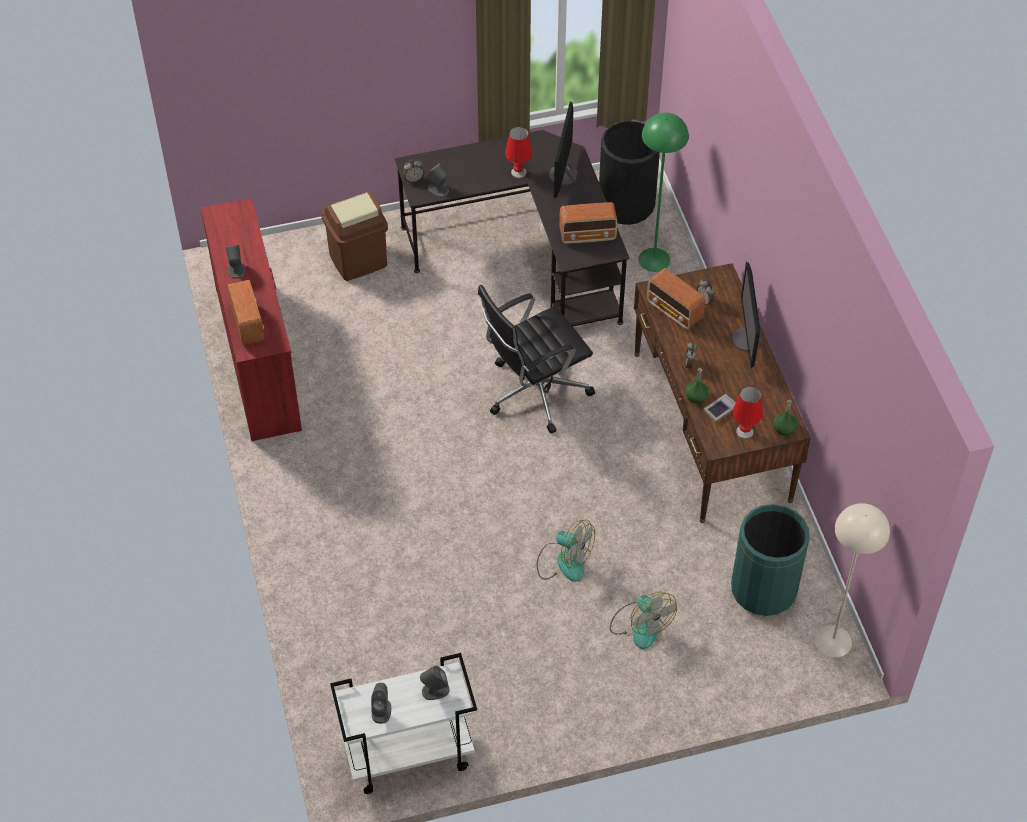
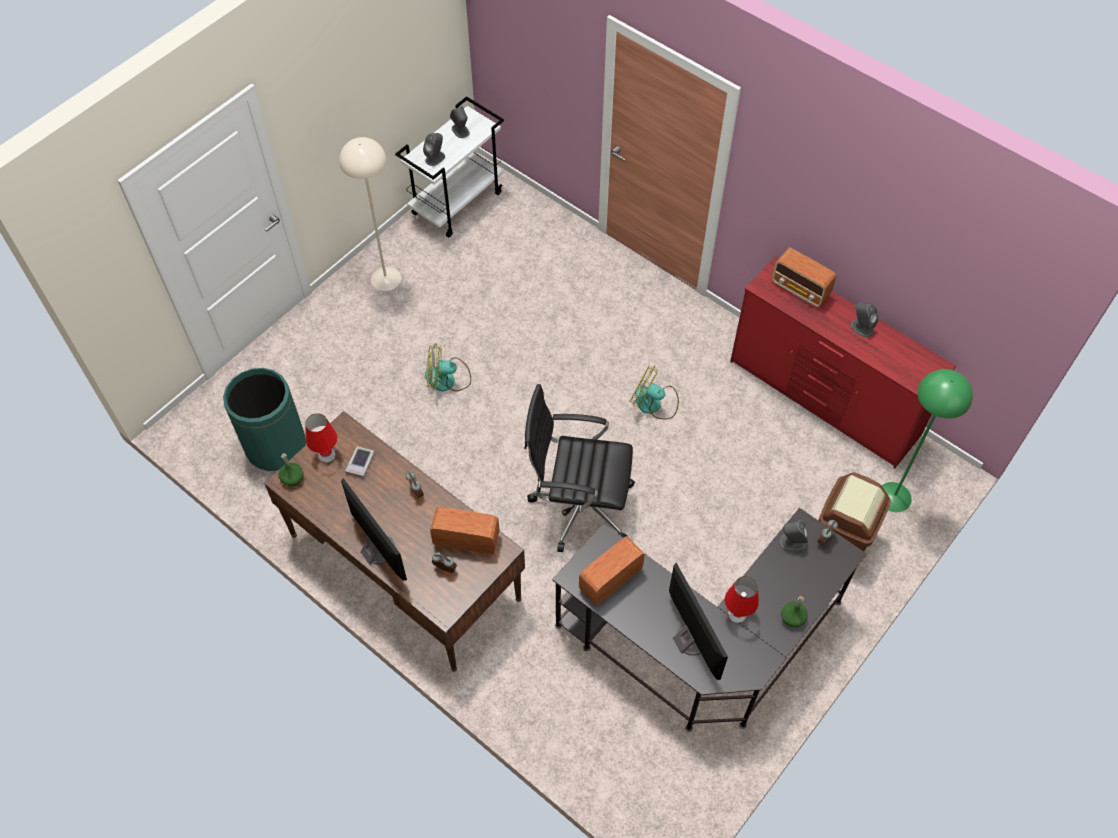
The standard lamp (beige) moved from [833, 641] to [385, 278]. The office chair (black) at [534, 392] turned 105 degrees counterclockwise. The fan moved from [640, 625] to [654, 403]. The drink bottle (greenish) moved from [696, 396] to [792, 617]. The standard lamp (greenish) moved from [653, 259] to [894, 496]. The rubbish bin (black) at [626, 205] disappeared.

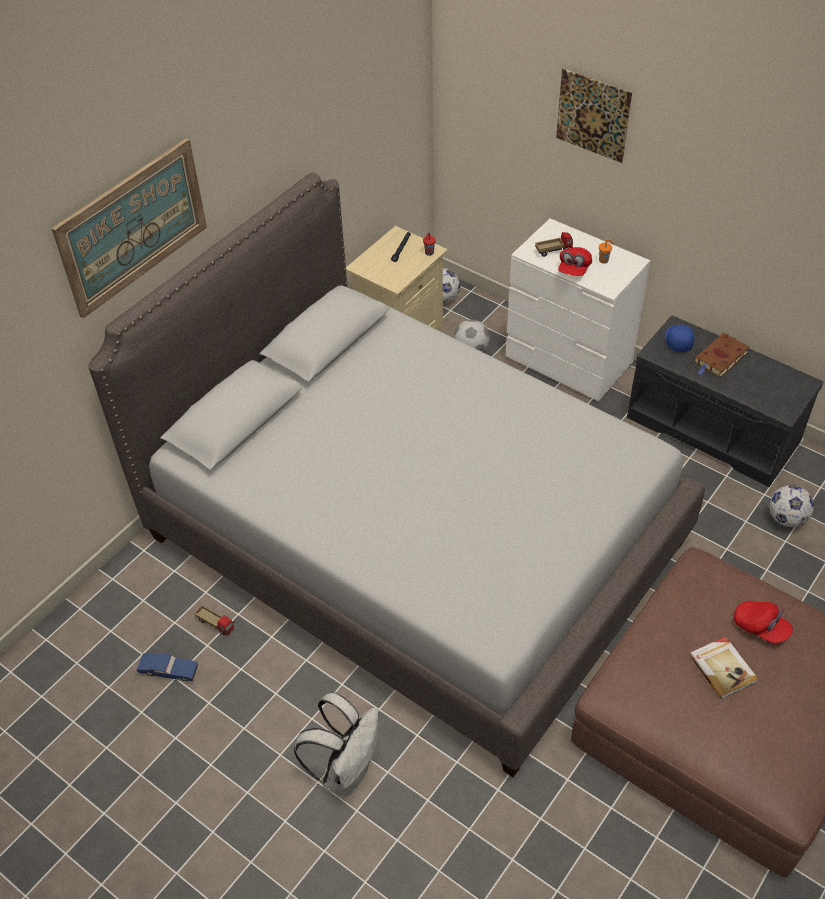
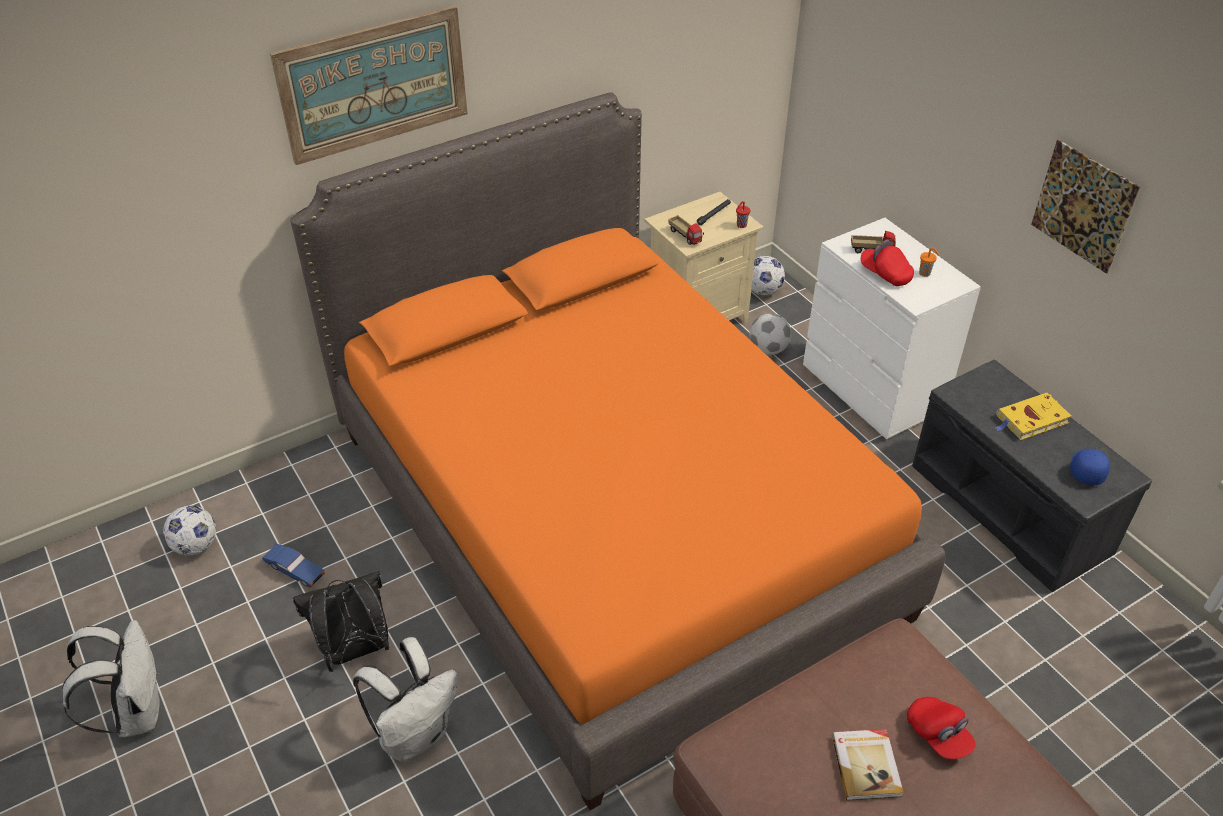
The rucksack (white) at [136, 712] appeared. The football ball moved from [786, 519] to [195, 546]. The bed (gray) at [415, 539] became the bed (orangey) at [611, 521]. The rucksack (black) at [355, 651] appeared. The toy truck moved from [216, 624] to [685, 236]. The peaked cap (red-coloured) at [574, 269] turned 90 degrees clockwise. The book (brown-coloured) at [720, 358] became the book (yellow-coloured) at [1030, 420]. The picture moved from [593, 115] to [1083, 206]. The peaked cap (bluish) moved from [677, 340] to [1086, 469].

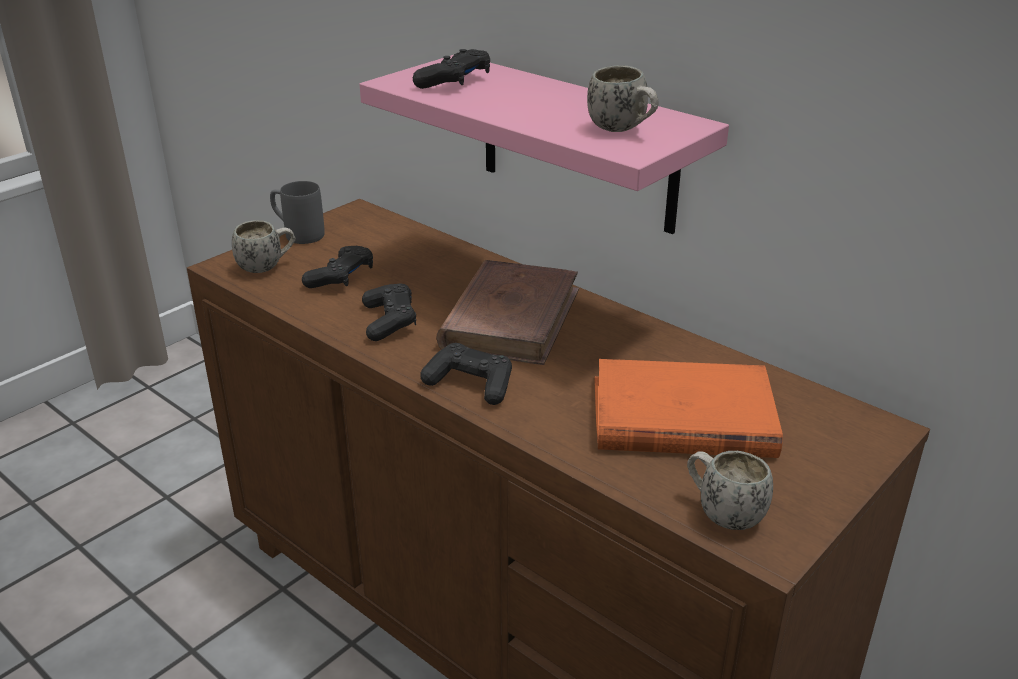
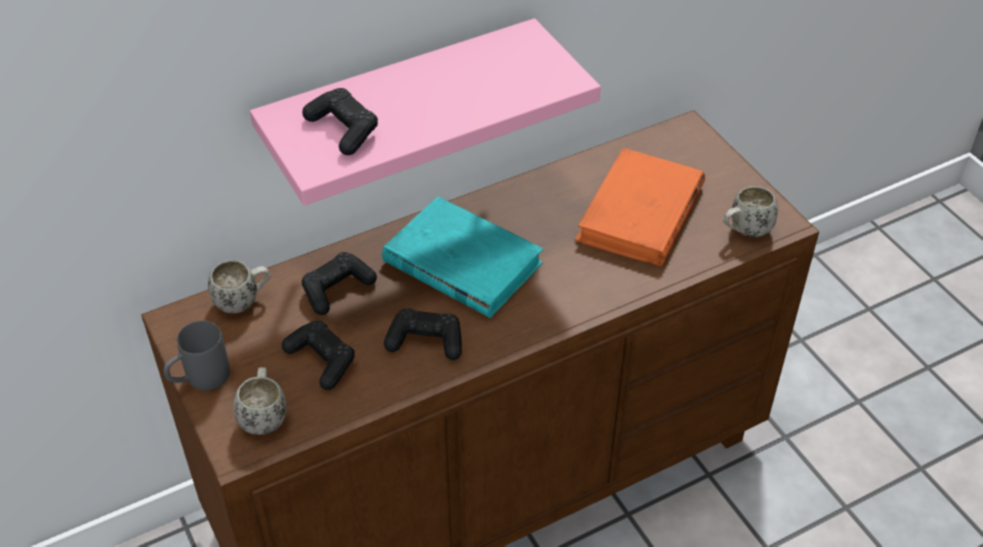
The coffee mug (white) moved from [623, 130] to [243, 301]. The gamepad (black) moved from [470, 384] to [337, 289]. The book (brown-coloured) at [511, 318] became the book (turquoise) at [461, 262].

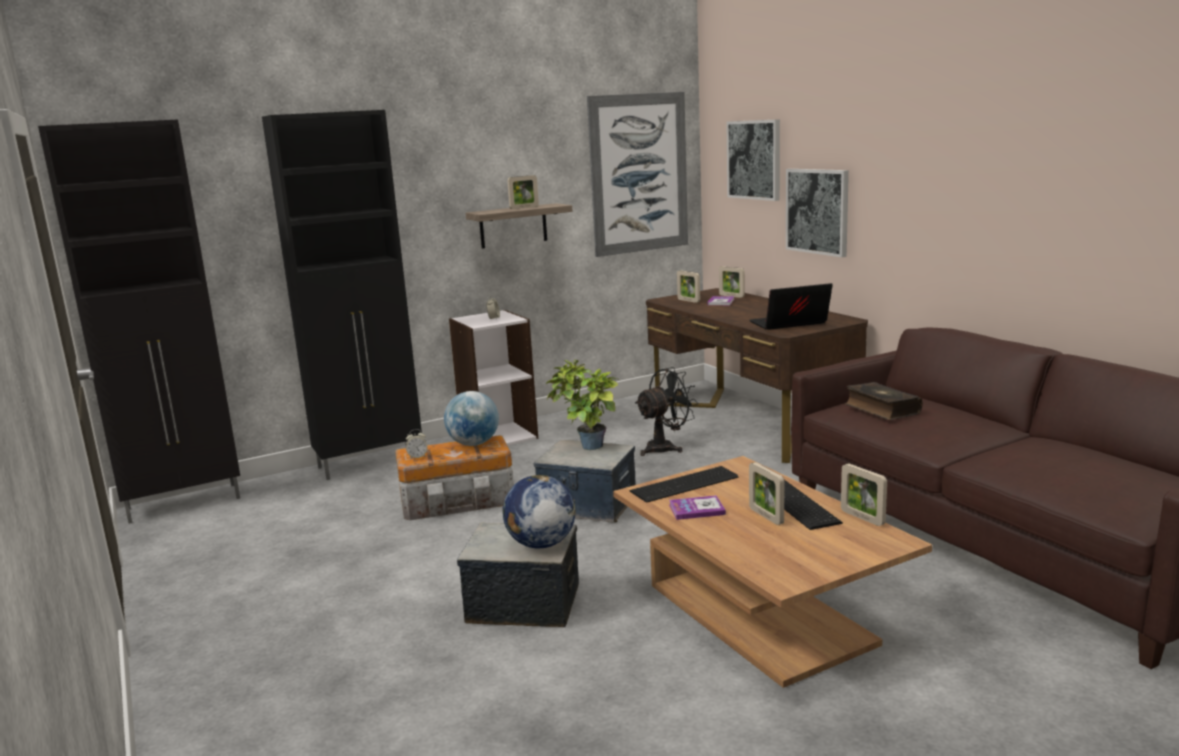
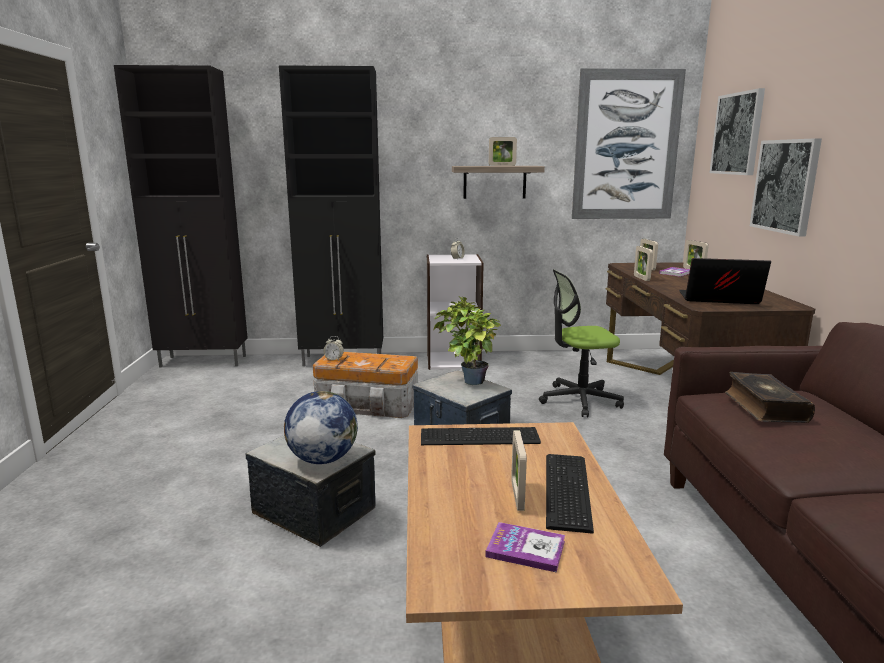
The book moved from [696, 509] to [525, 549]. The fan (black) at [665, 447] was replaced by the office chair at [579, 400]. The photo frame moved from [862, 518] to [641, 278]. The desk globe at [473, 444] disappeared.

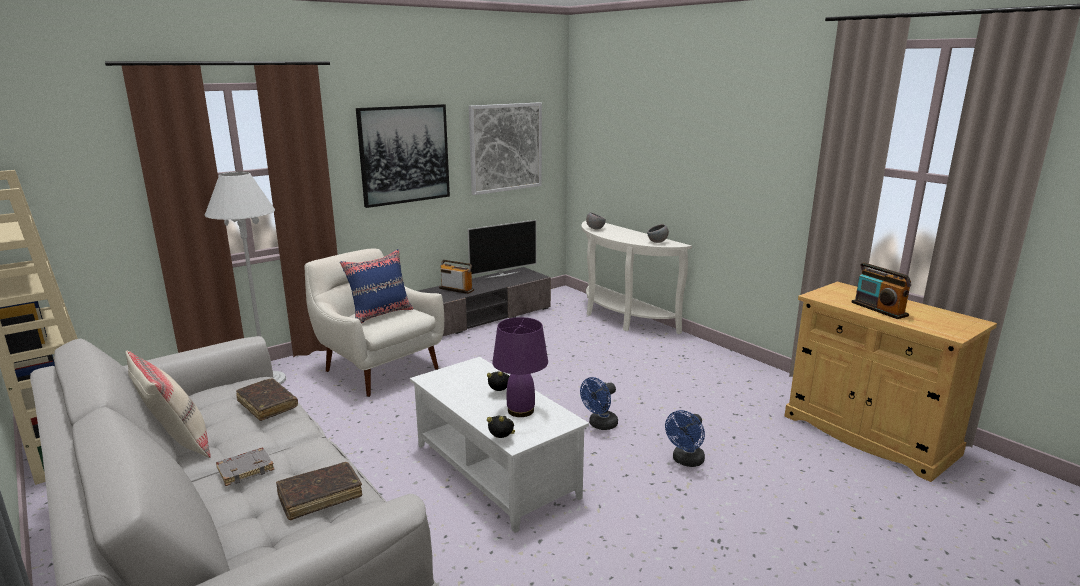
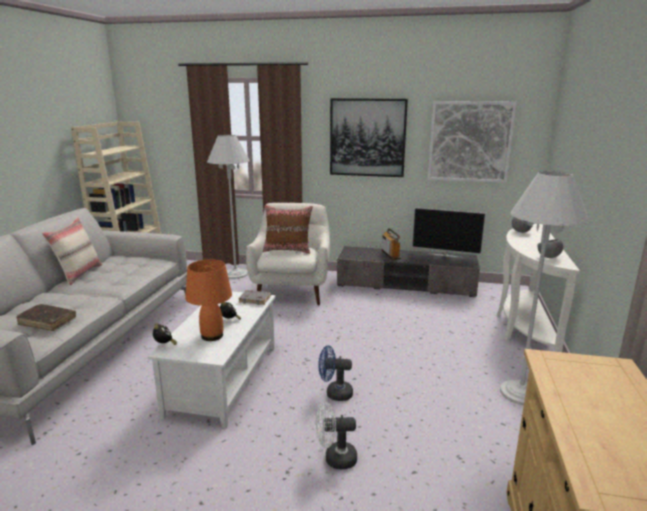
The tabletop lamp (purple) at [520, 411] became the tabletop lamp (orangey) at [211, 336]. The book (gray) moved from [246, 469] to [255, 299]. The pillow (bluish) at [380, 314] became the pillow (brown-coloured) at [288, 250]. The fan (bluish) at [686, 461] became the fan (white) at [335, 459]. The standard lamp (white) at [520, 393] appeared. The book (brown-coloured) at [267, 405] disappeared. The radio set at [879, 309] disappeared.

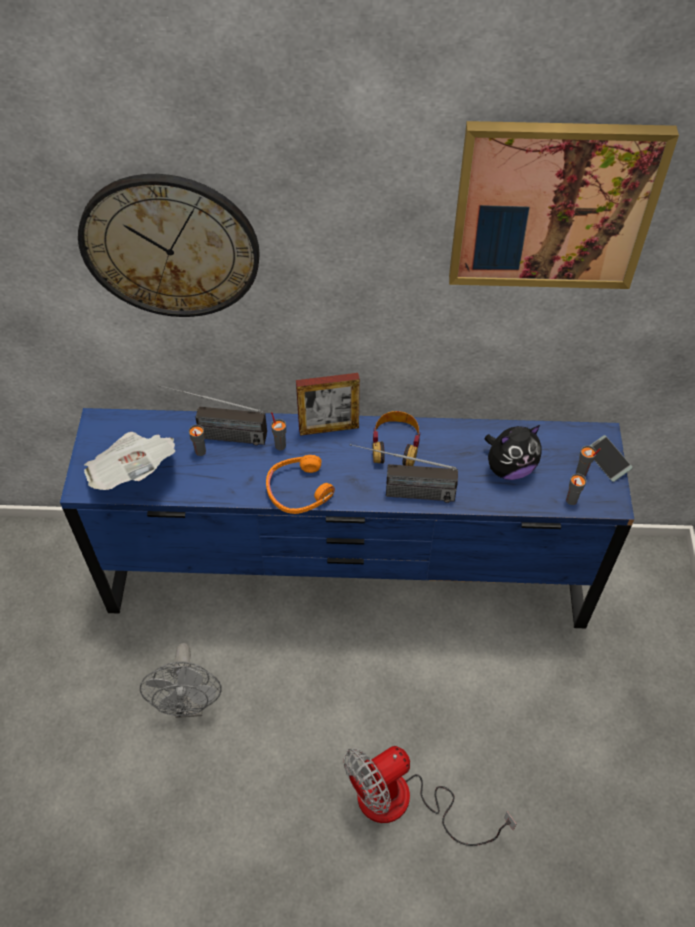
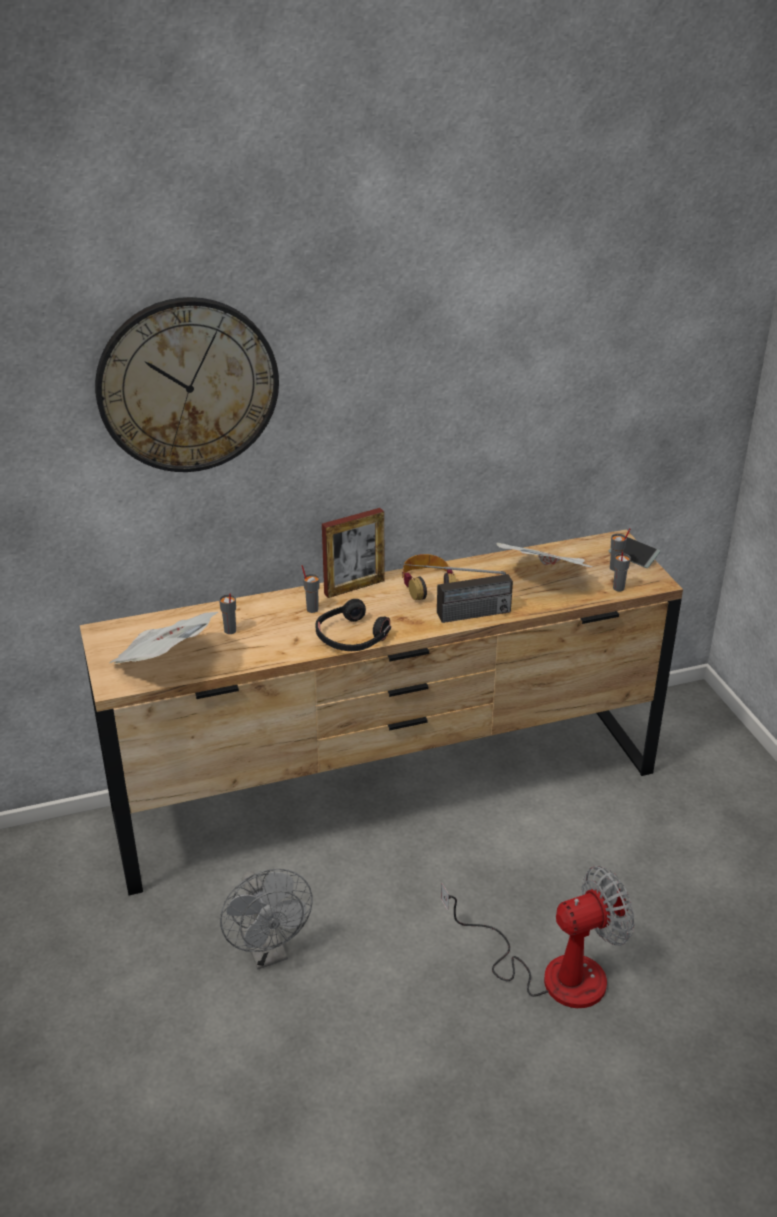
The chest of drawers (bluish) at [347, 577] became the chest of drawers (brown-coloured) at [388, 793]. The headphones (orangey) at [298, 490] became the headphones (black) at [351, 637]. The fan at [403, 803] turned 150 degrees counterclockwise. The plush toy at [509, 468] was replaced by the daily paper at [547, 578]. The radio set at [215, 435] disappeared. The picture at [553, 206] disappeared.

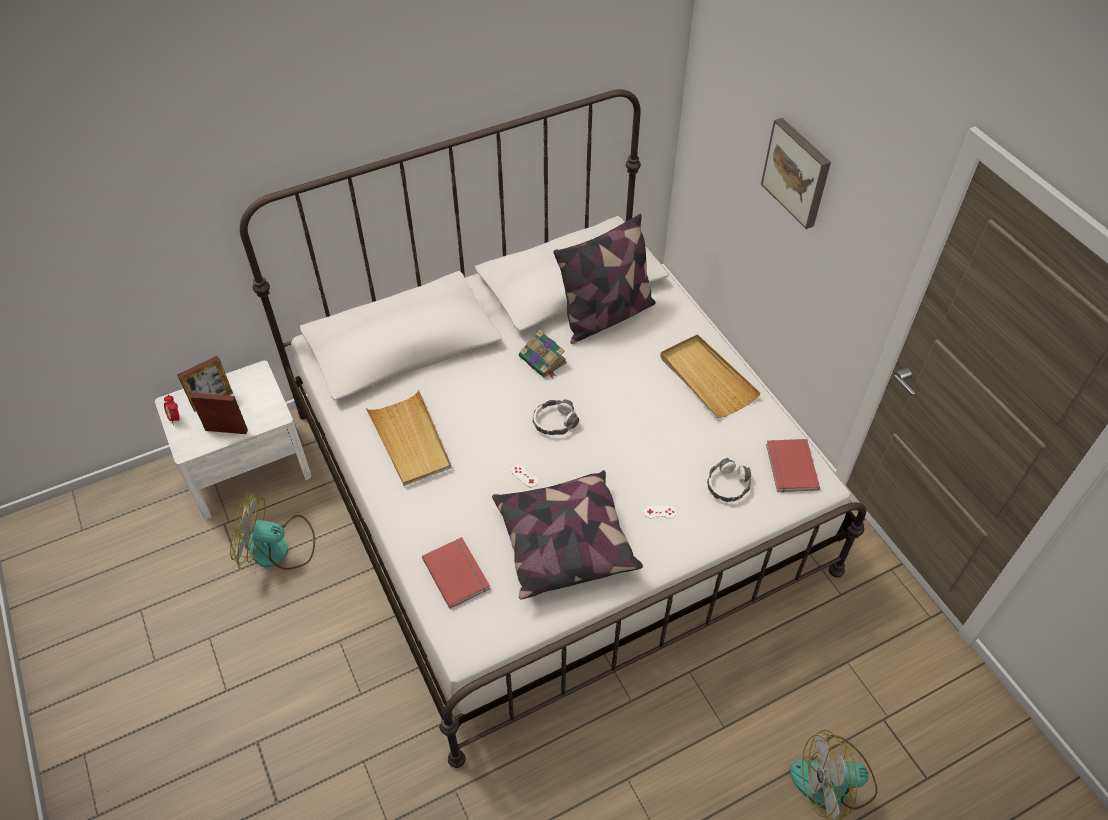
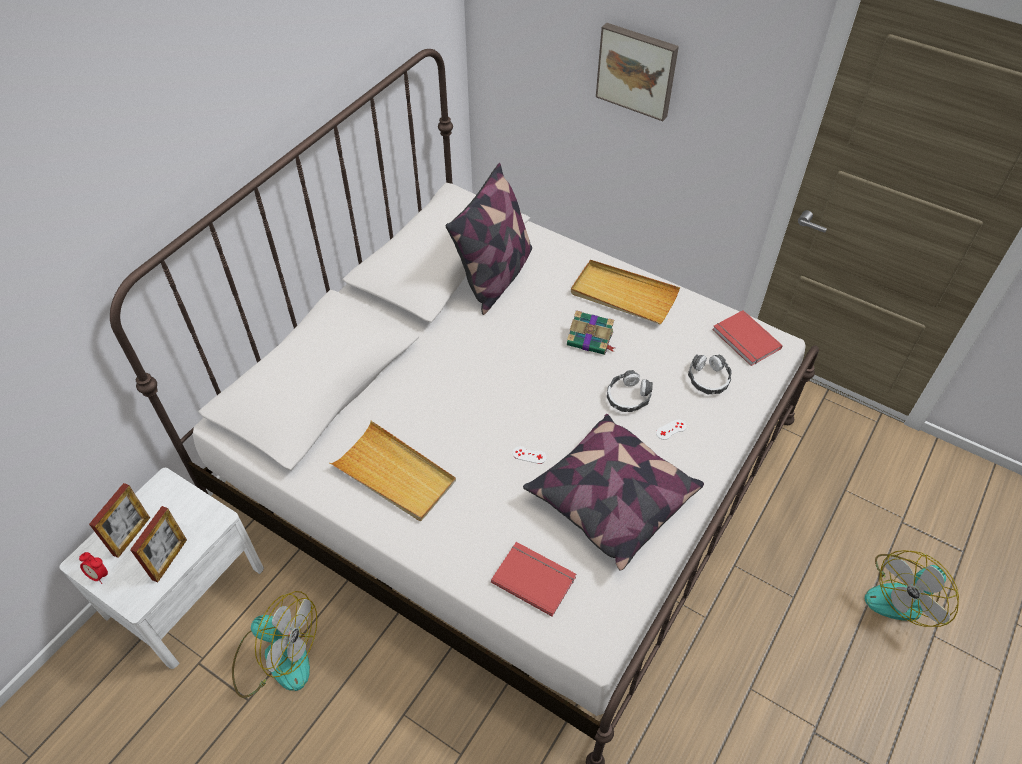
The photo frame at [226, 430] turned 135 degrees clockwise. The fan at [278, 548] turned 135 degrees counterclockwise. The book moved from [543, 360] to [591, 339]. The headphones moved from [555, 422] to [628, 397].

